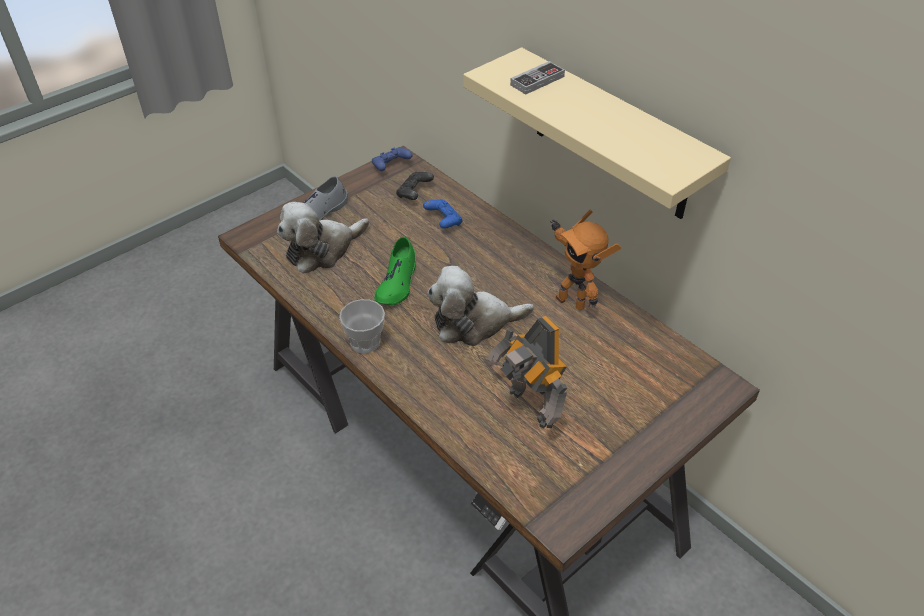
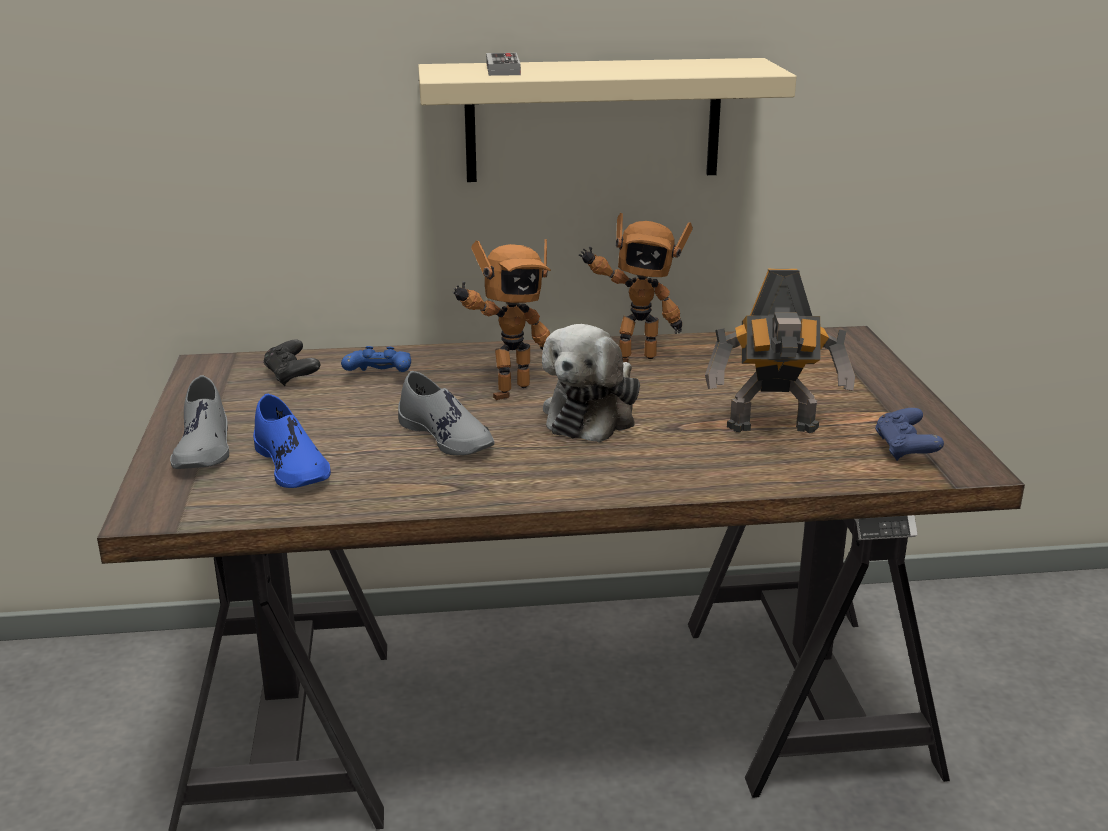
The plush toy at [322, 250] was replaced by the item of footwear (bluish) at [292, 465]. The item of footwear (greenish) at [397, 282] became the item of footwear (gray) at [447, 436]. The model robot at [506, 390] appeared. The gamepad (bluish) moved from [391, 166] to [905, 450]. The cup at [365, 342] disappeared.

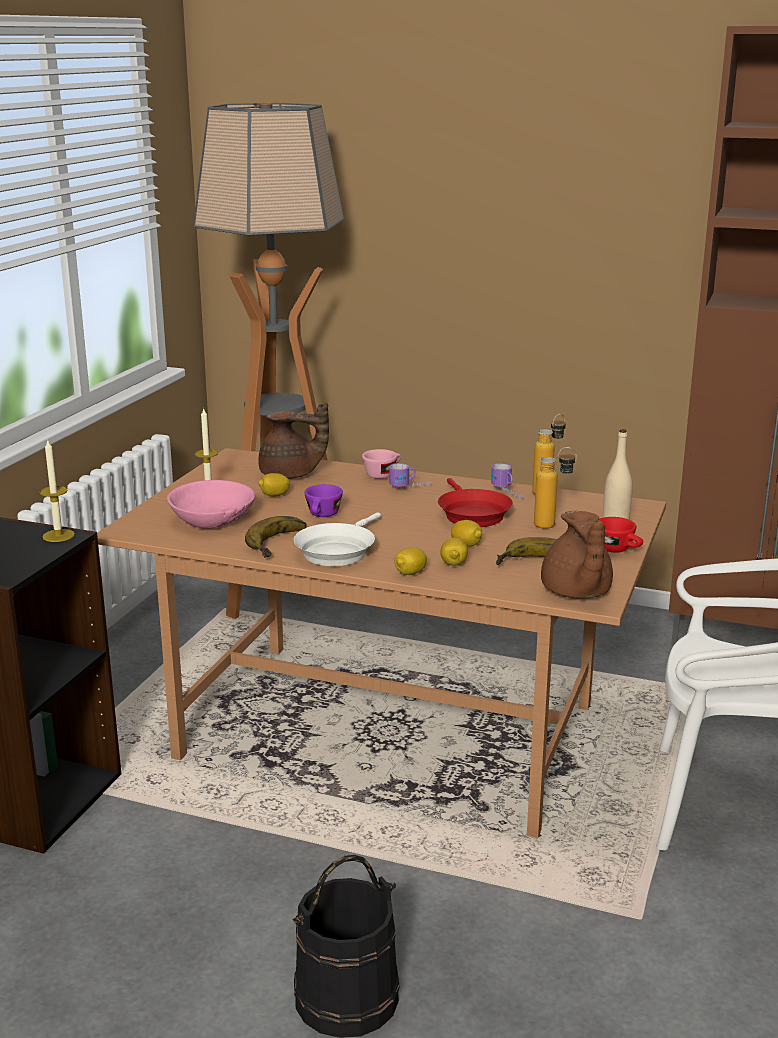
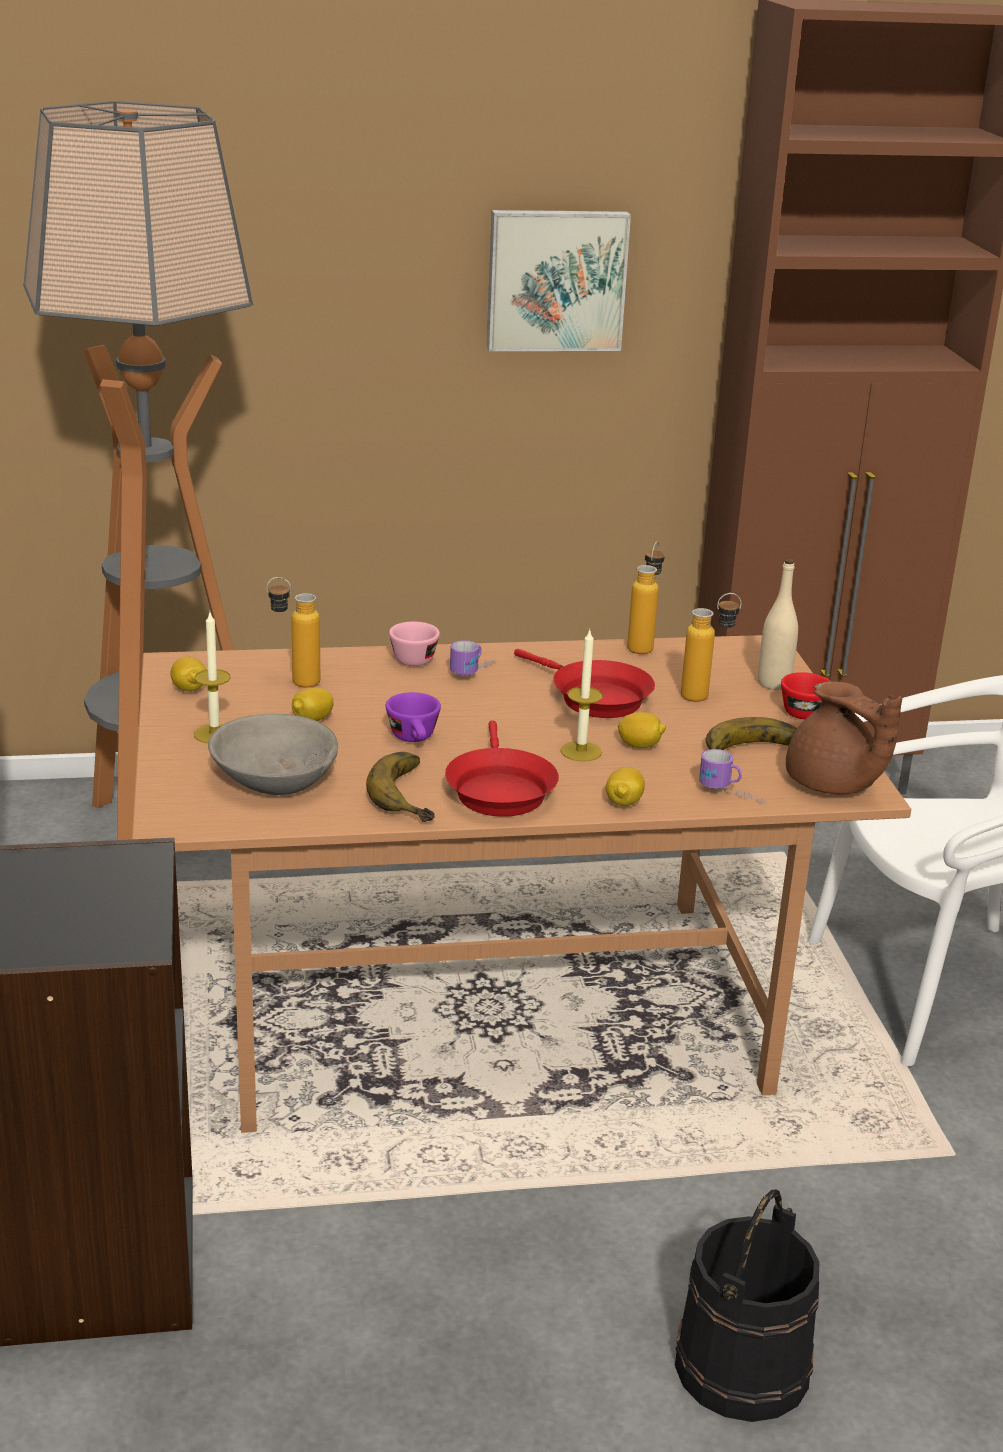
The citrus fruit moved from [453, 563] to [189, 689]. The bowl (pinkish) at [212, 519] became the bowl (gray) at [274, 777]. The teapot (brown-coloured) at [290, 475] was replaced by the drink bottle at [294, 682]. The pan (white) at [337, 551] became the pan (red-coloured) at [499, 790]. The picture at [556, 279] appeared. The wax light moved from [58, 535] to [581, 751]. The coffee mug moved from [508, 493] to [731, 795].

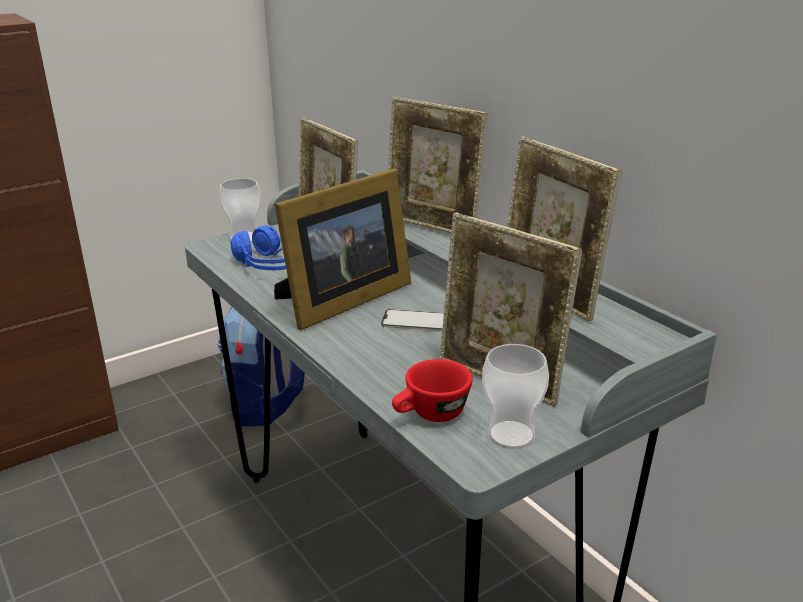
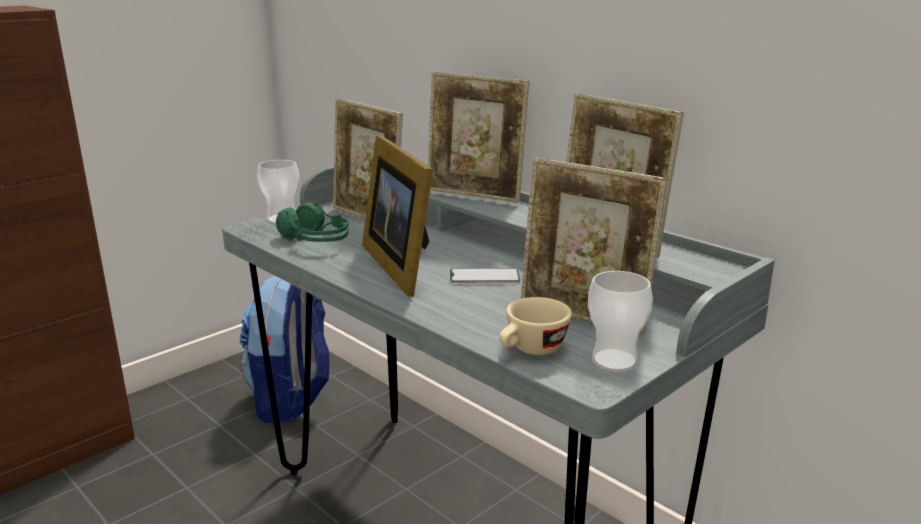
The headphones (bluish) at [268, 265] became the headphones (greenish) at [316, 240]. The photo frame at [341, 301] turned 120 degrees clockwise. The cup (red-coloured) at [430, 415] became the cup (beige) at [531, 350].

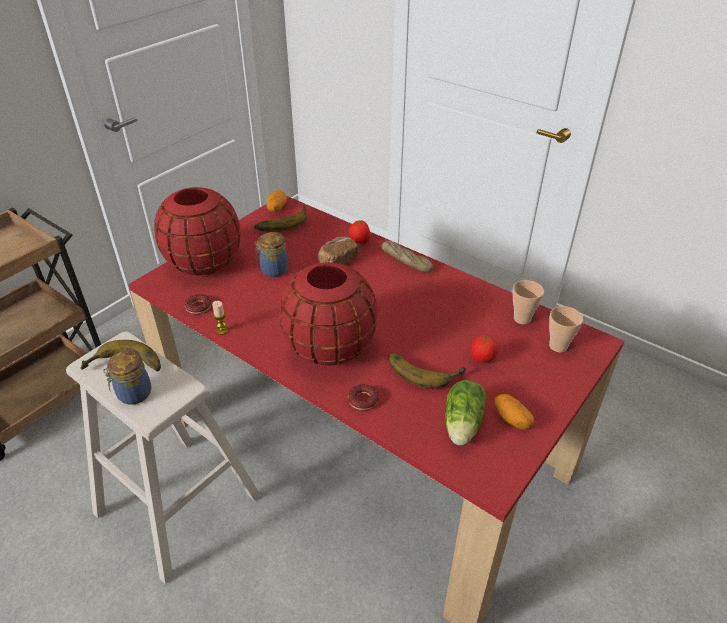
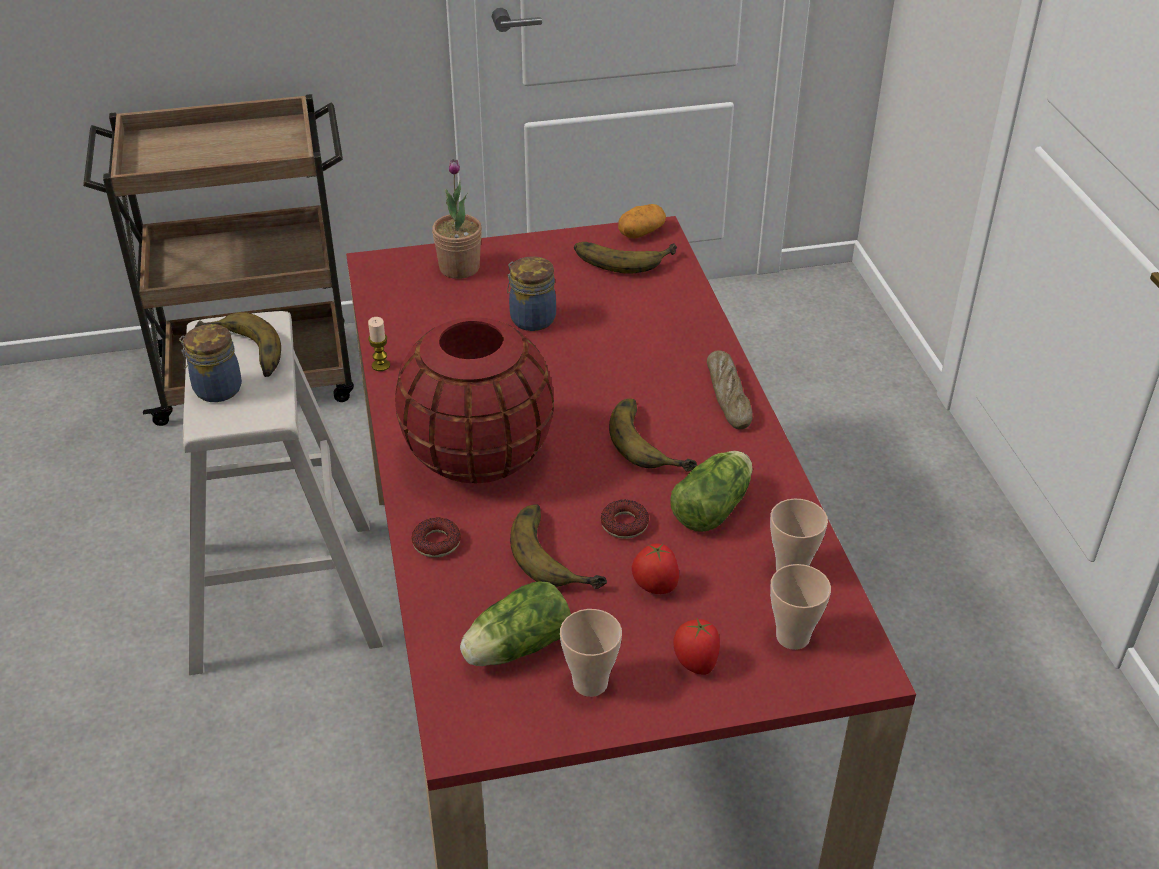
The flower vase (red-coloured) at [204, 263] was replaced by the plant in a pot at [459, 268]. The spud at [512, 419] was replaced by the cup at [590, 683]. The ring doughnut moved from [198, 307] to [624, 524]. The whole banana at [653, 440] appeared. The lettuce at [714, 506] appeared. The tomato moved from [359, 242] to [695, 664]. The bread at [337, 260] disappeared.

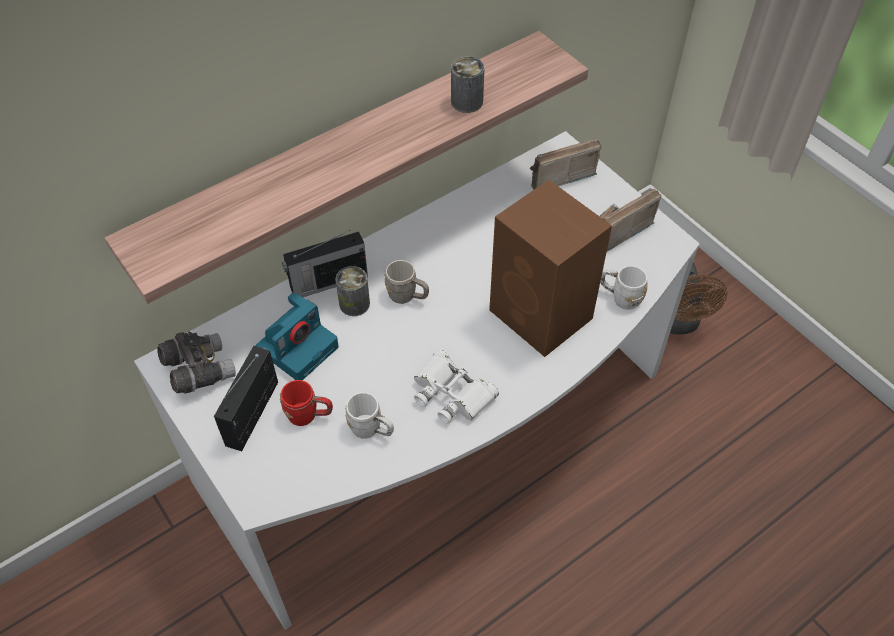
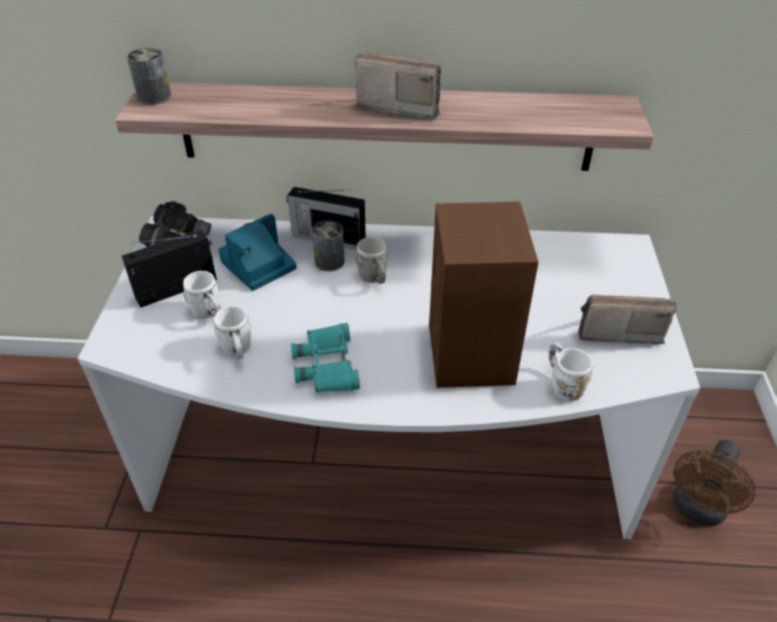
The metal can moved from [467, 102] to [154, 97]. The coffee mug (red-coloured) at [309, 415] became the coffee mug (white) at [209, 313]. The photo camera at [298, 346] turned 150 degrees clockwise. The binoculars (white) at [452, 393] became the binoculars (turquoise) at [327, 365]. The radio set moved from [556, 175] to [398, 106].

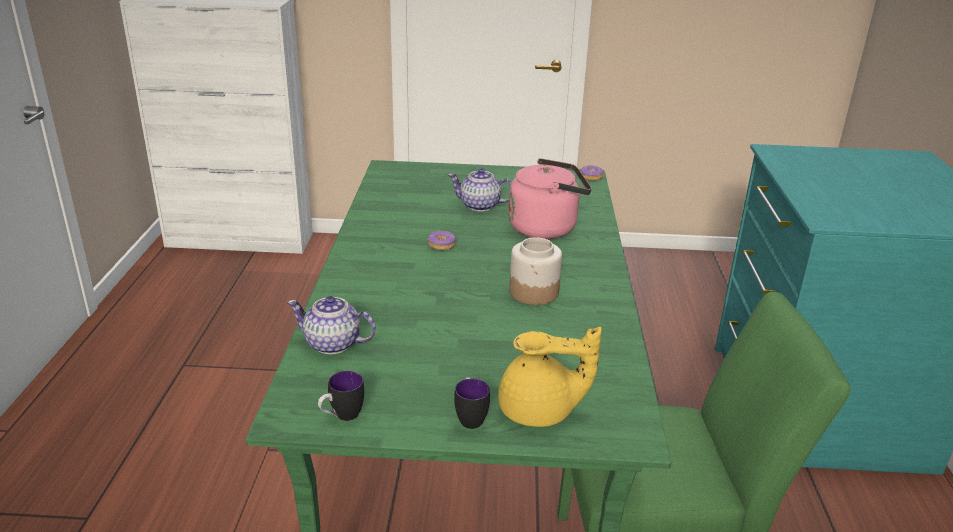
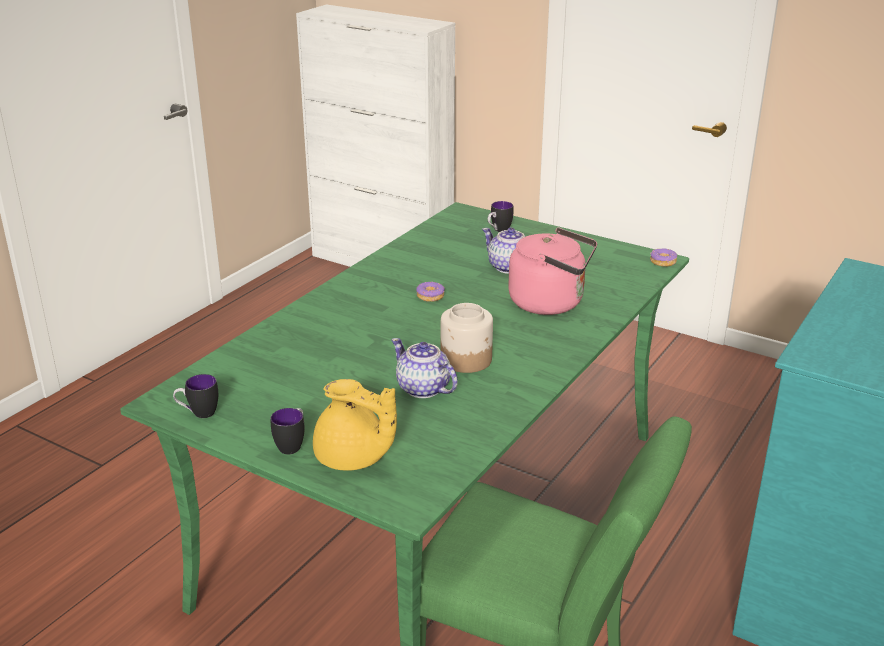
The teapot moved from [333, 344] to [423, 389]. The coffee mug at [498, 230] appeared.

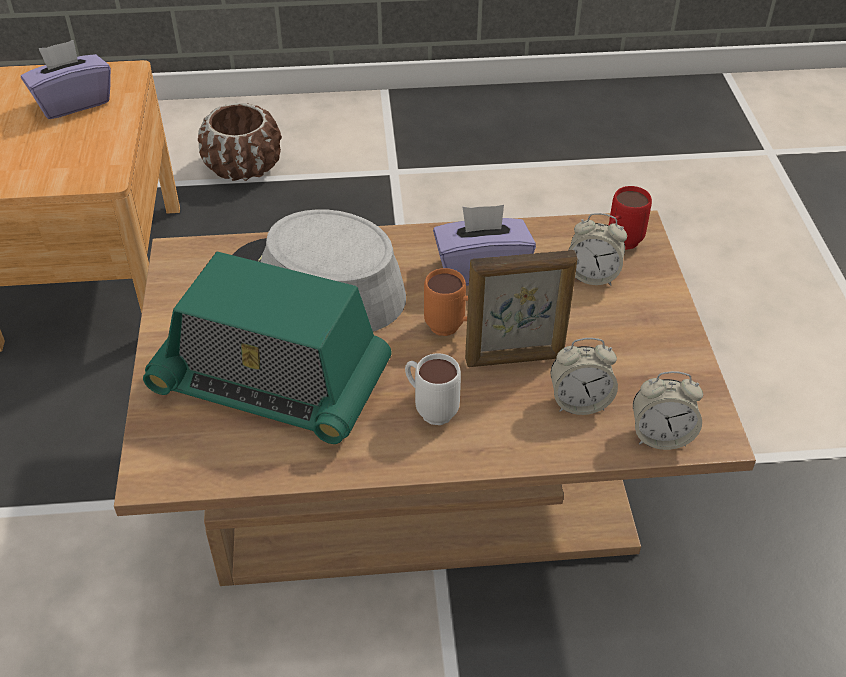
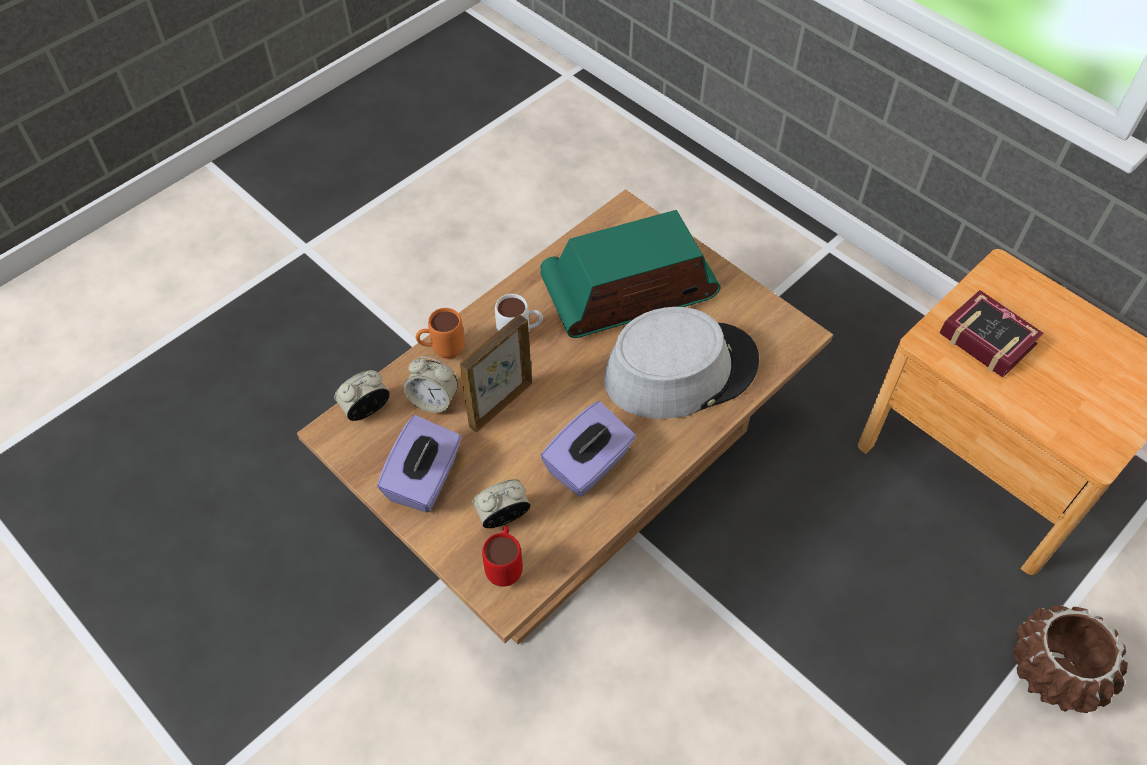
The tissue box (purple) moved from [73, 102] to [425, 480]. The table clock at [579, 402] turned 120 degrees counterclockwise. The coffee mug (orangey) moved from [451, 329] to [442, 351]. The book at [985, 336] appeared.

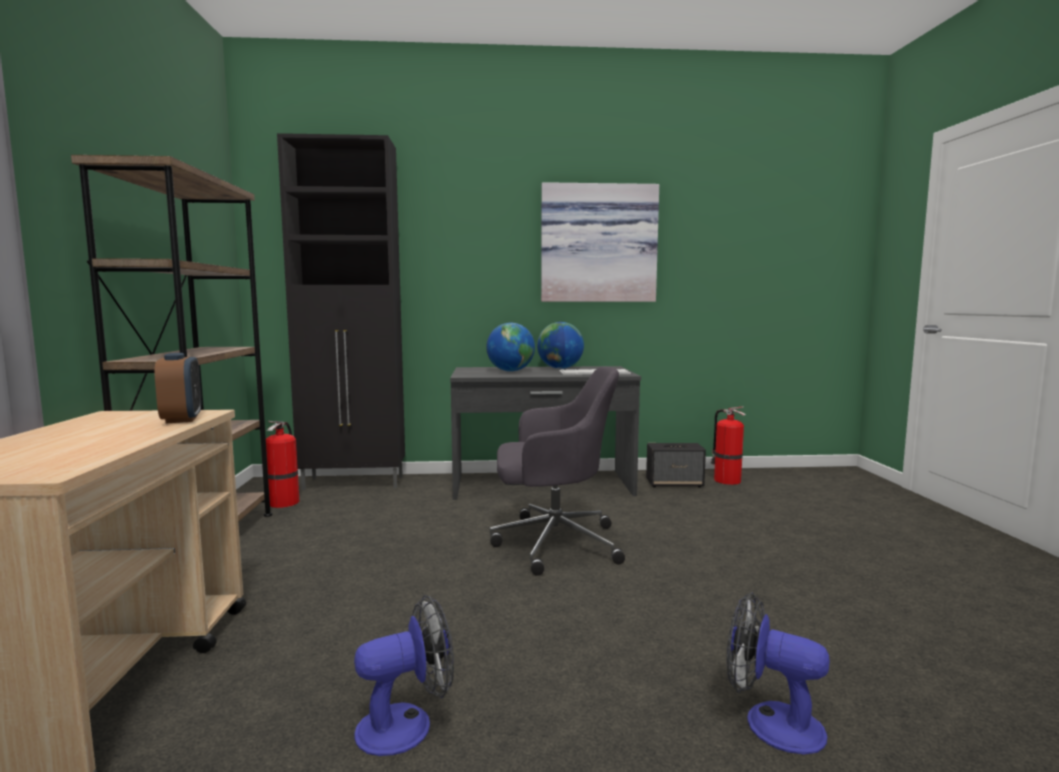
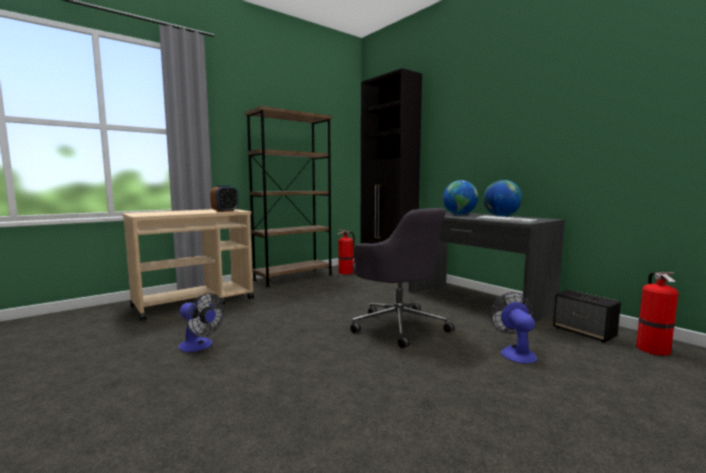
The fan moved from [770, 722] to [515, 352]. The picture at [598, 244] disappeared.

